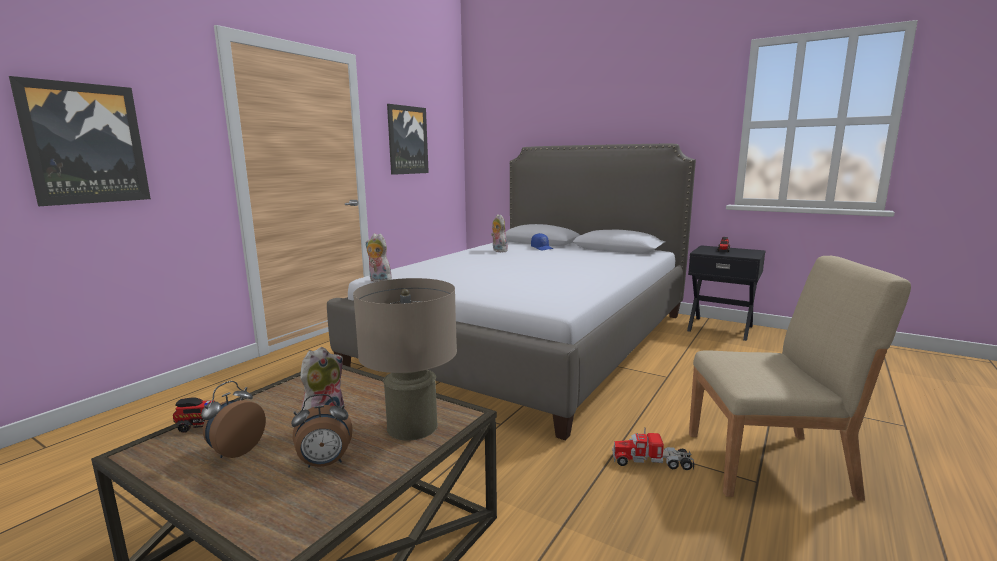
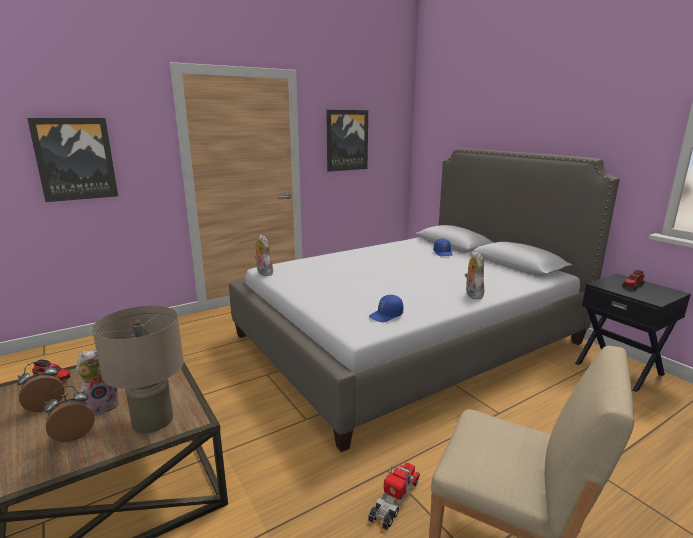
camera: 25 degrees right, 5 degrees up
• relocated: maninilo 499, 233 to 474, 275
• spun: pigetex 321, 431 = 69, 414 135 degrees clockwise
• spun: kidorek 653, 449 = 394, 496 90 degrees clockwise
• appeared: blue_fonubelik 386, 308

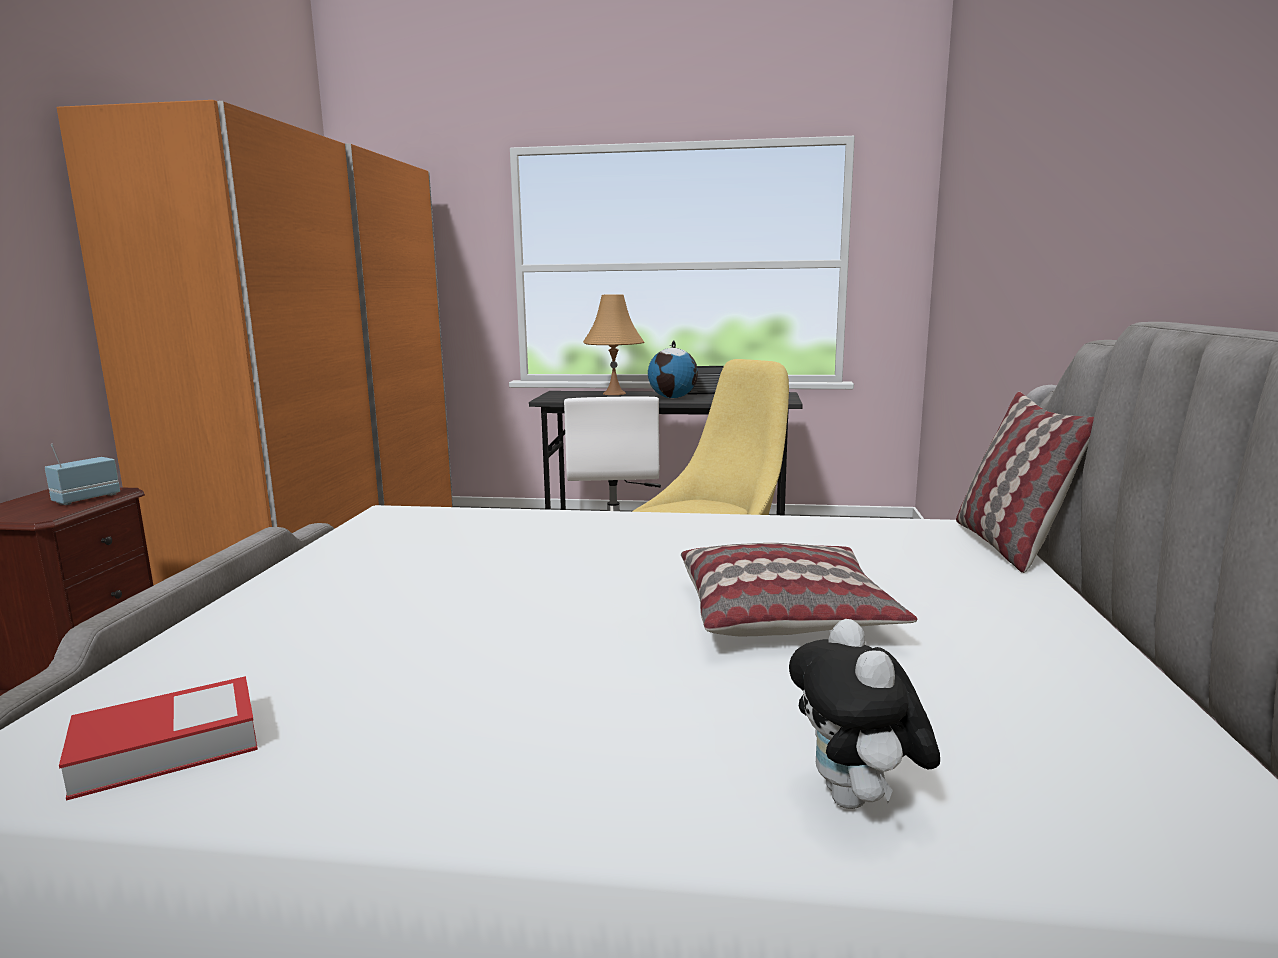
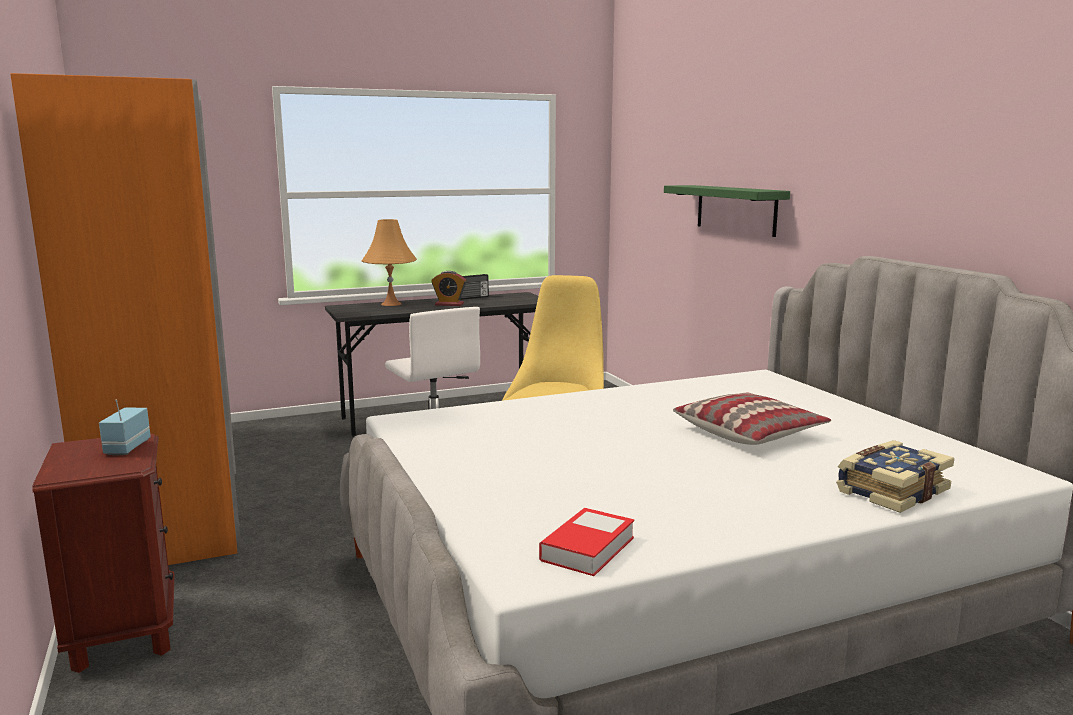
camera: 30 degrees left, 0 degrees up
• exchanged: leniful 673, 369 to pigetex 448, 288
• missing: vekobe 1025, 482
• exchanged: maninilo 864, 714 to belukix 895, 476
• appeared: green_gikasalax 727, 211

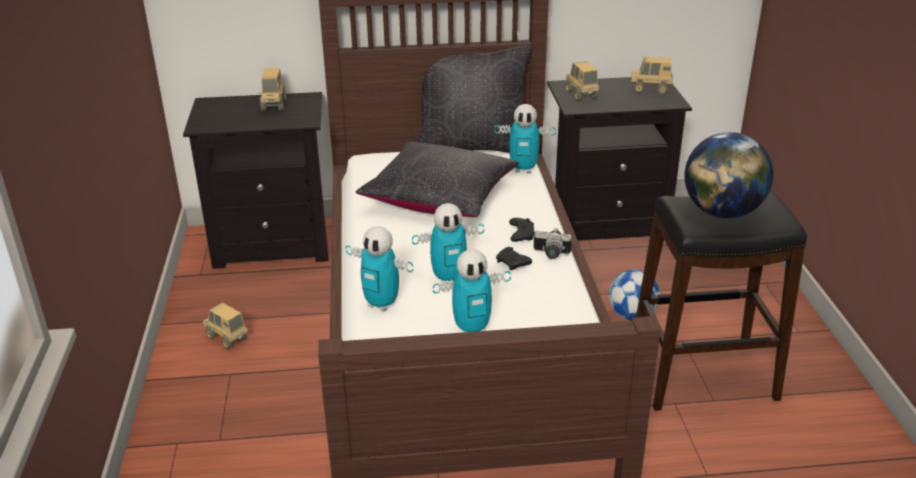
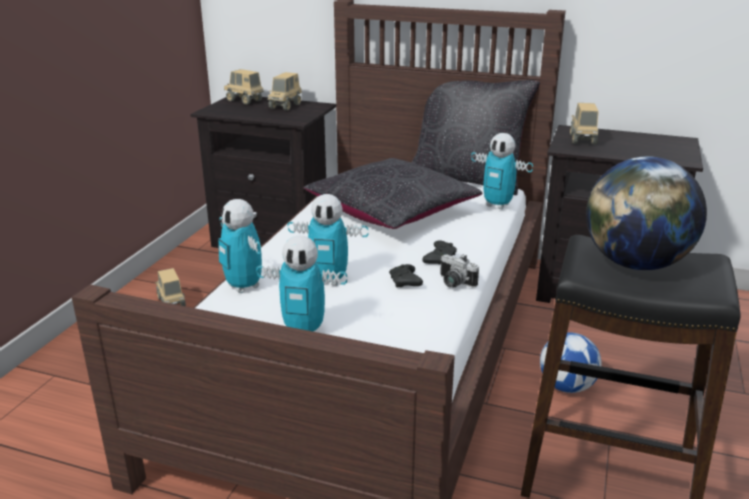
camera: 25 degrees right, 5 degrees down
• relocated: kidorek 652, 75 to 244, 87

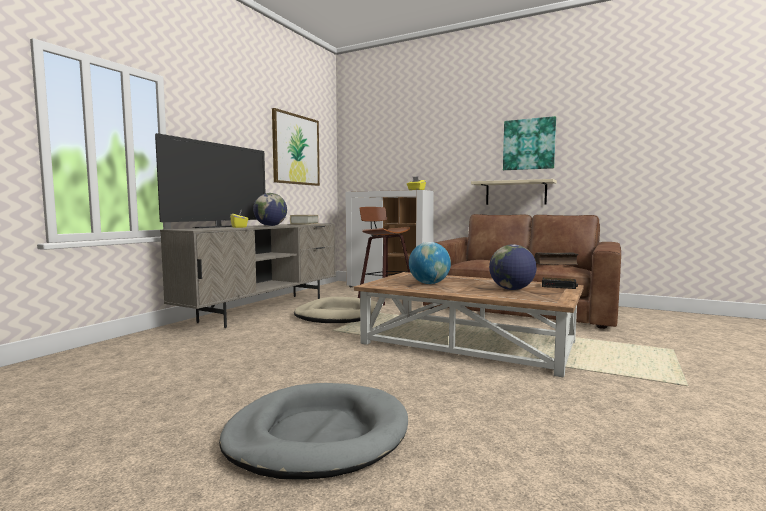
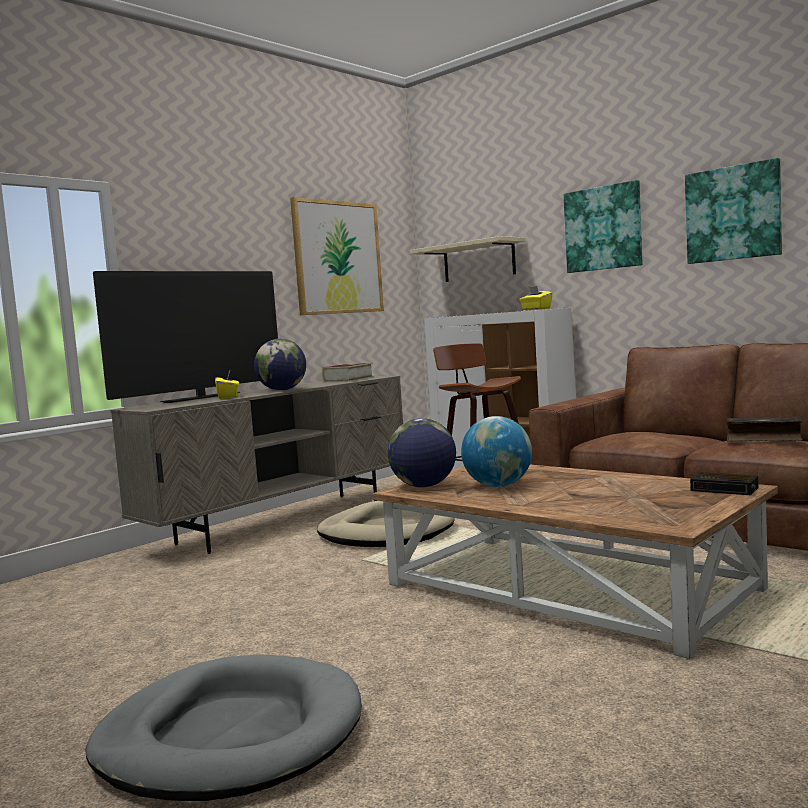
camera: 15 degrees right, 0 degrees up
• relocated: beige_gikasalax 514, 192 to 467, 259
• relocated: leniful 513, 267 to 422, 452
• appeared: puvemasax 603, 226

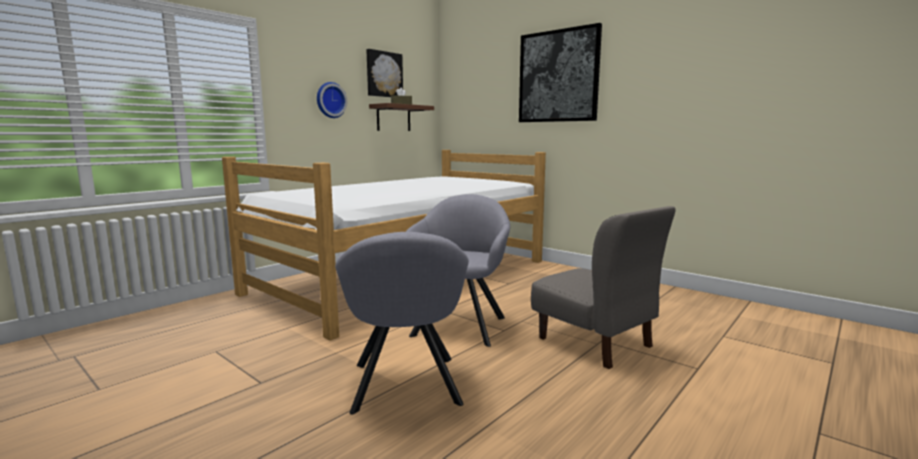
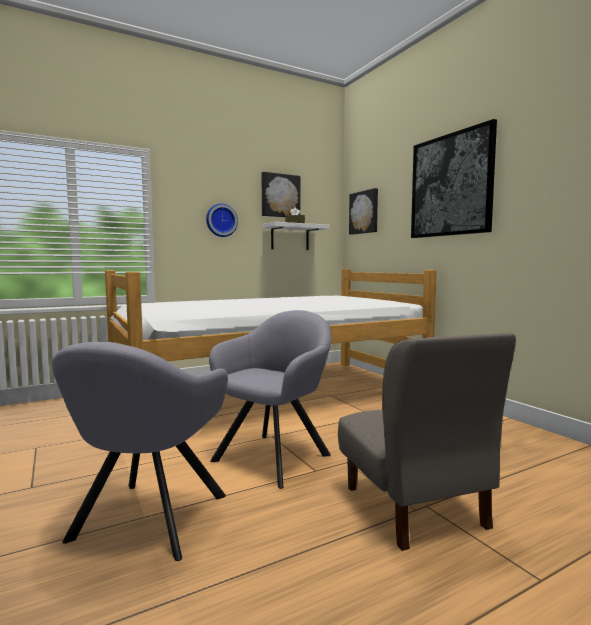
camera: 20 degrees right, 5 degrees down
• colour: brown_gikasalax 401, 117 to white_gikasalax 296, 236
• appeared: puvemasax 363, 211

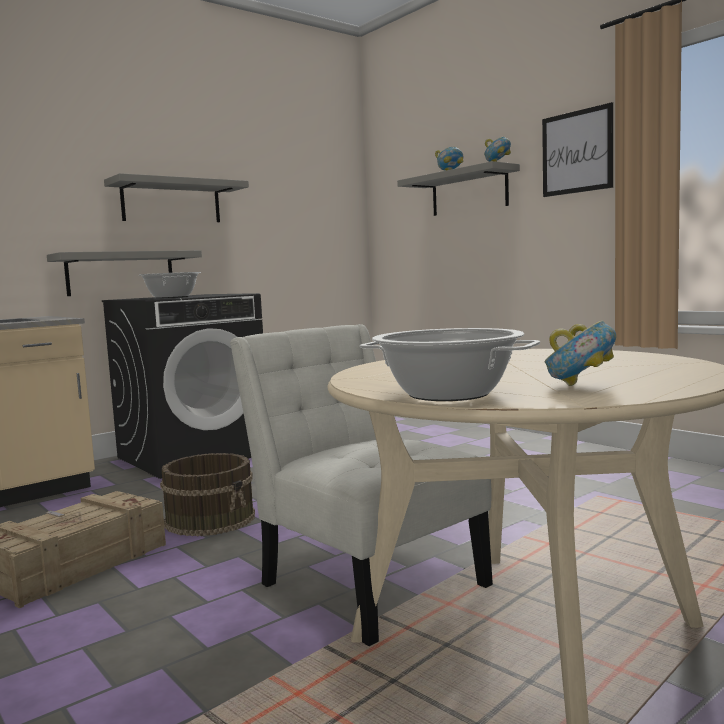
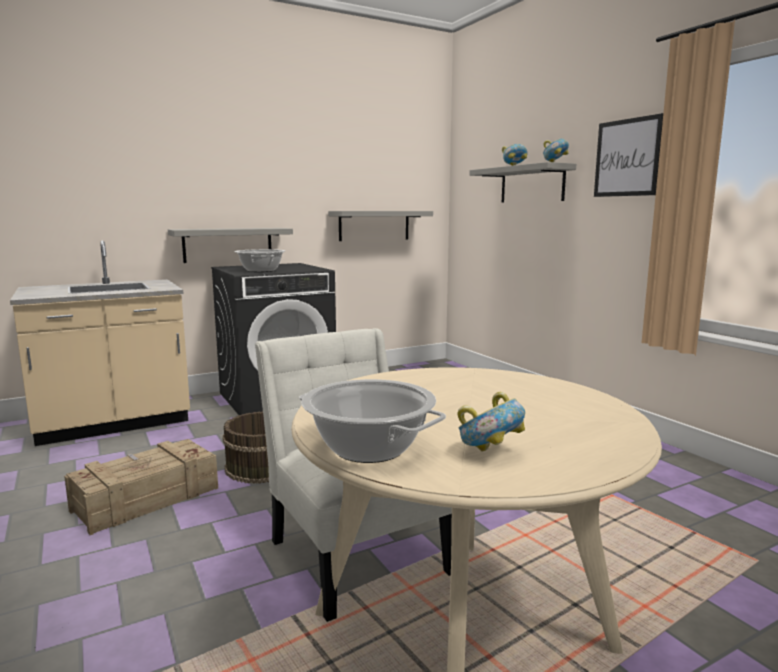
camera: 10 degrees right, 5 degrees up
• relocated: grey_gikasalax 176, 197 to 380, 226

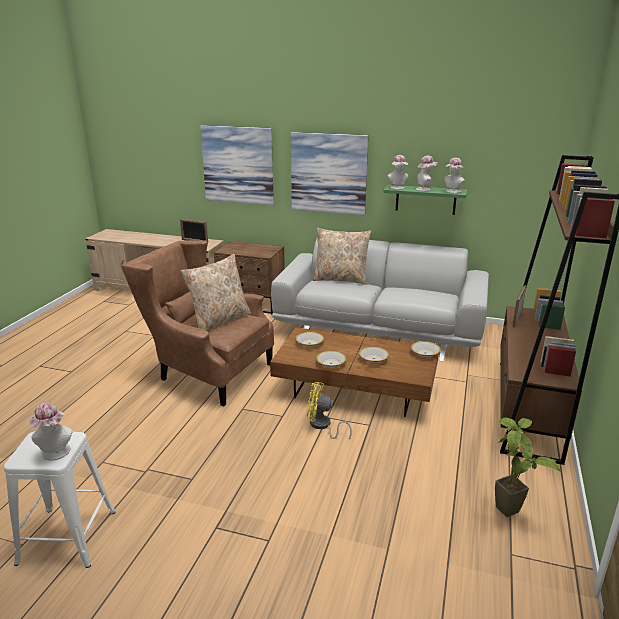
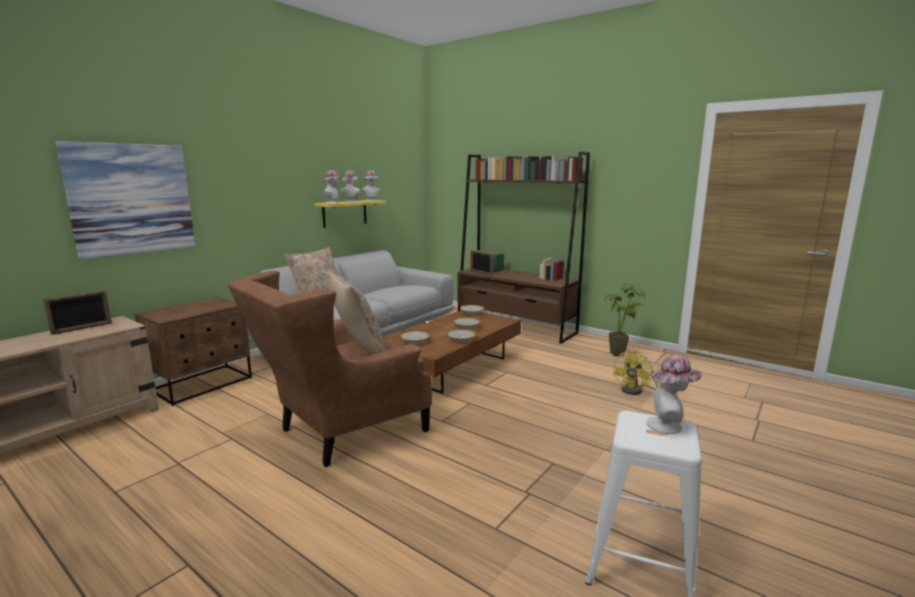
camera: 70 degrees left, 10 degrees down
• missing: puvemasax 329, 173
• colour: green_gikasalax 425, 200 to yellow_gikasalax 350, 214
• relocated: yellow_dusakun 329, 411 to 636, 373

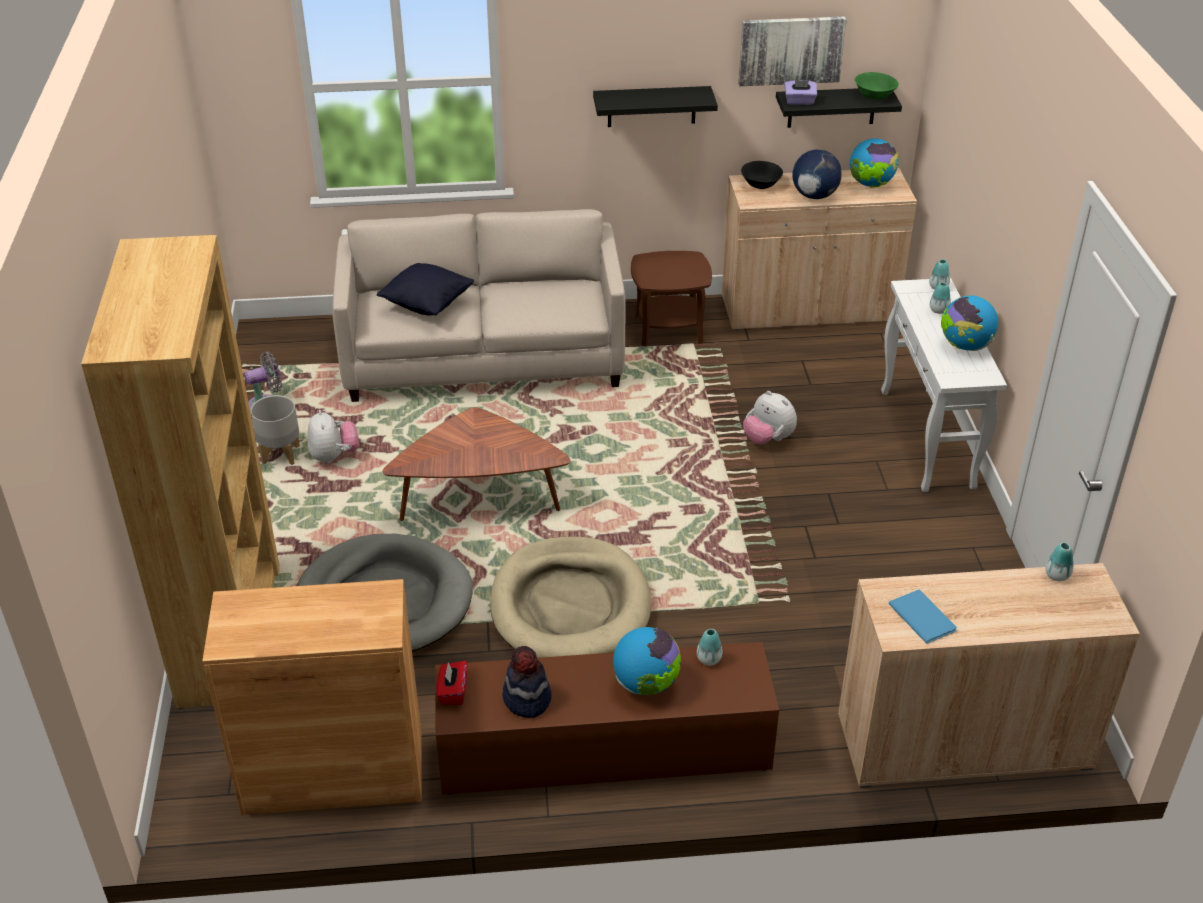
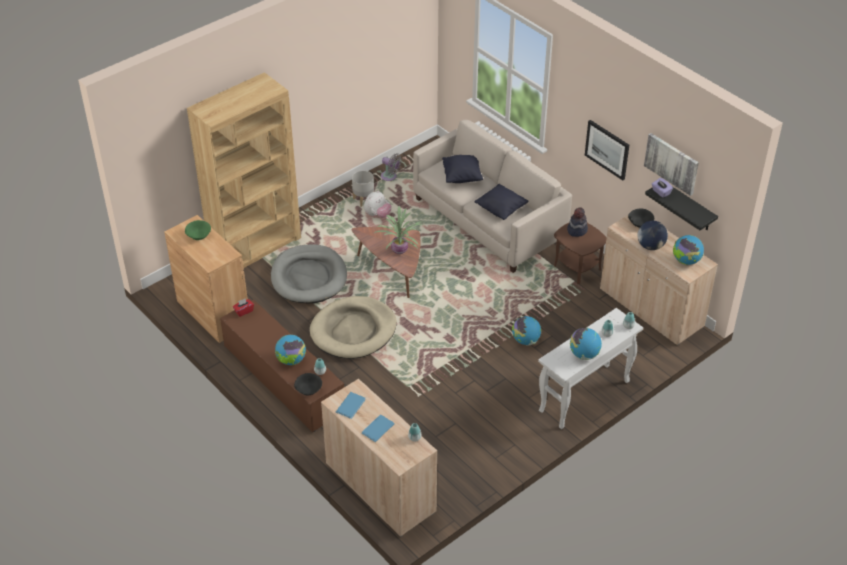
camera: 55 degrees right, 5 degrees up
• relocated: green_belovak 877, 86 to 198, 230
• exchanged: black_gikasalax 655, 106 to puvemasax 607, 150
• exchanged: maninilo 770, 417 to leniful 526, 331
• relocated: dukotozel 527, 682 to 577, 222
• appeared: black_vekobe 501, 202
• appeared: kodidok 398, 230
• appeared: black_belovak 308, 384
• appeared: blue_belukix 378, 428

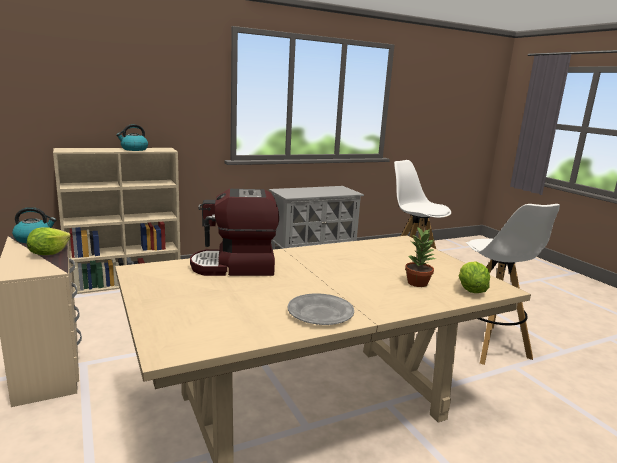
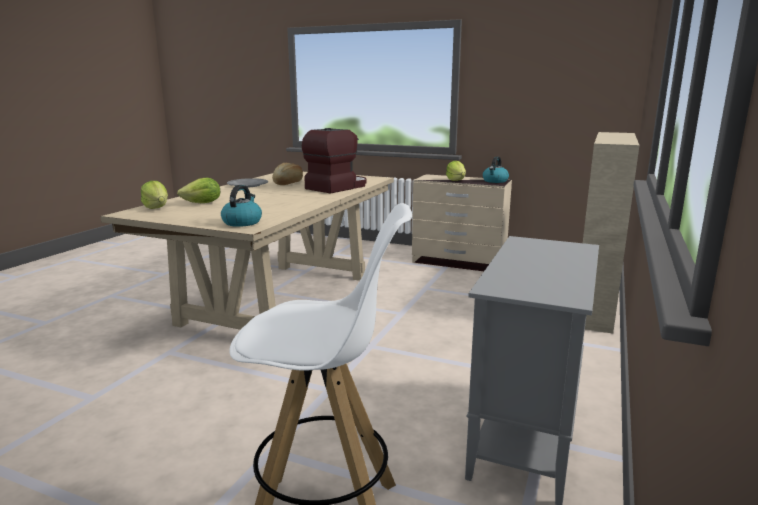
camera: 140 degrees right, 0 degrees up
• relocated: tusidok 132, 137 to 241, 206
• missing: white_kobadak 512, 284
• exchanged: kodidok 420, 257 to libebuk 198, 190
• appeared: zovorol 287, 174

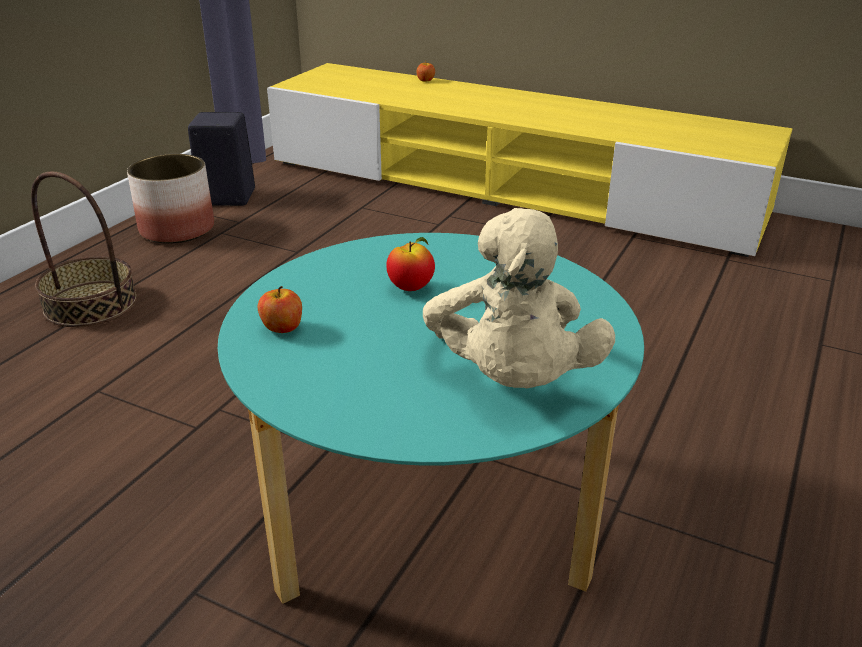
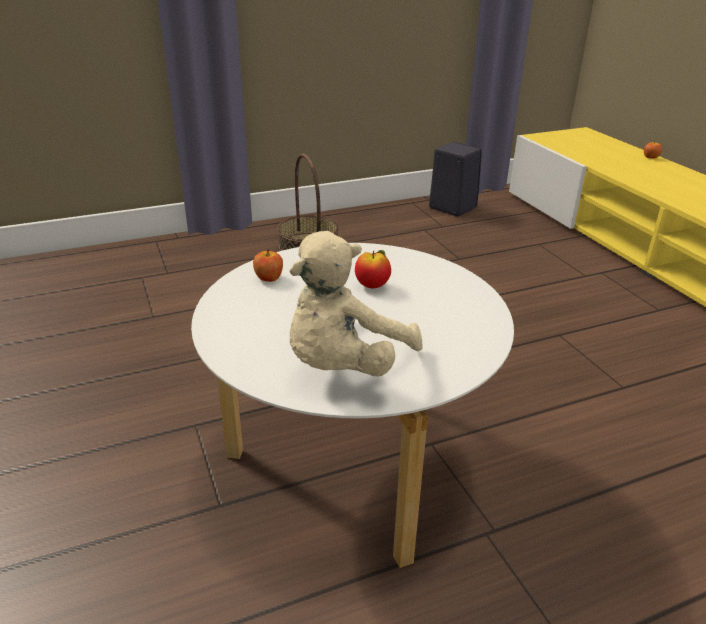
camera: 40 degrees right, 0 degrees up
• missing: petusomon 170, 199
• colour: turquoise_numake 431, 418 to white_numake 352, 405

